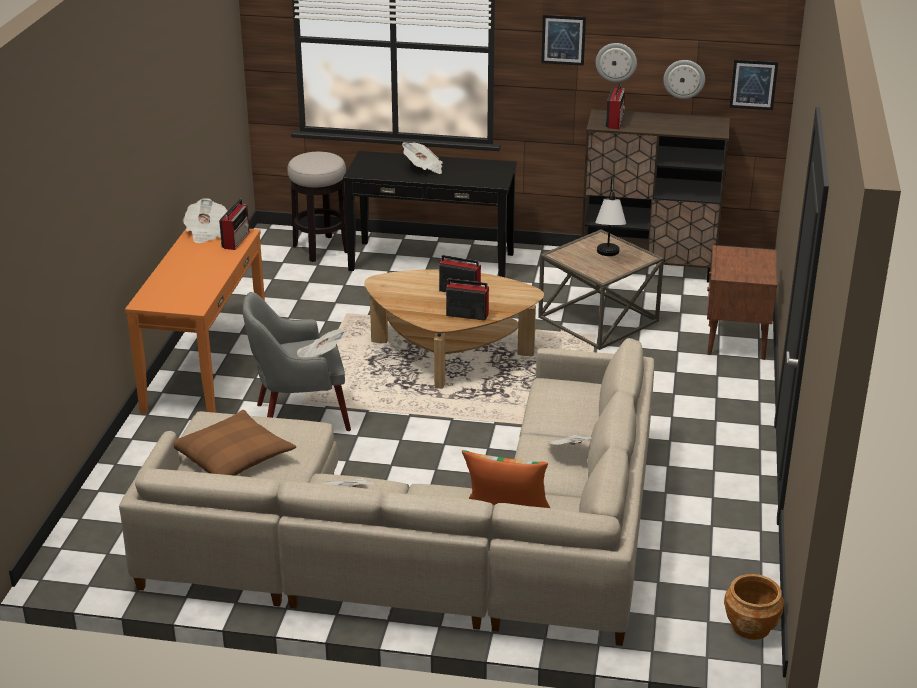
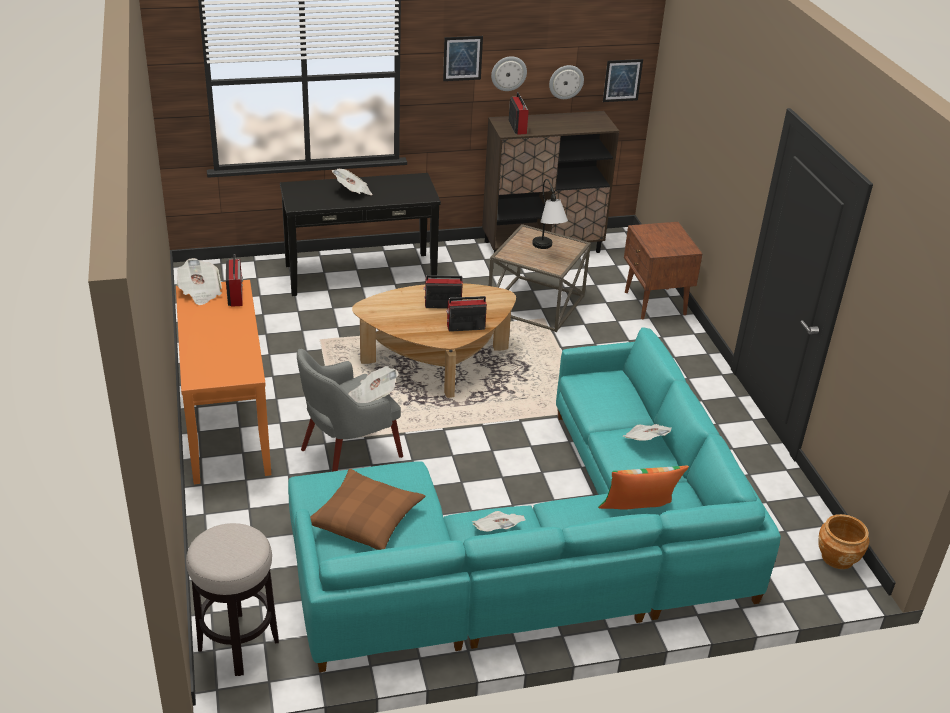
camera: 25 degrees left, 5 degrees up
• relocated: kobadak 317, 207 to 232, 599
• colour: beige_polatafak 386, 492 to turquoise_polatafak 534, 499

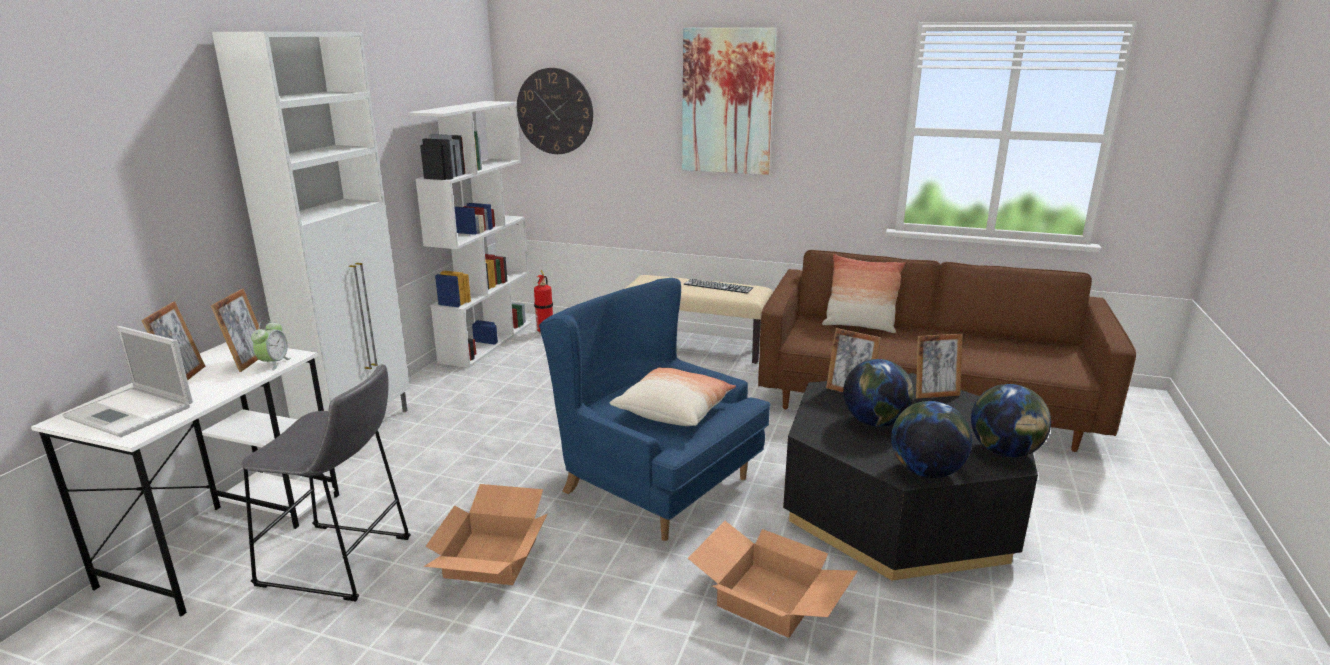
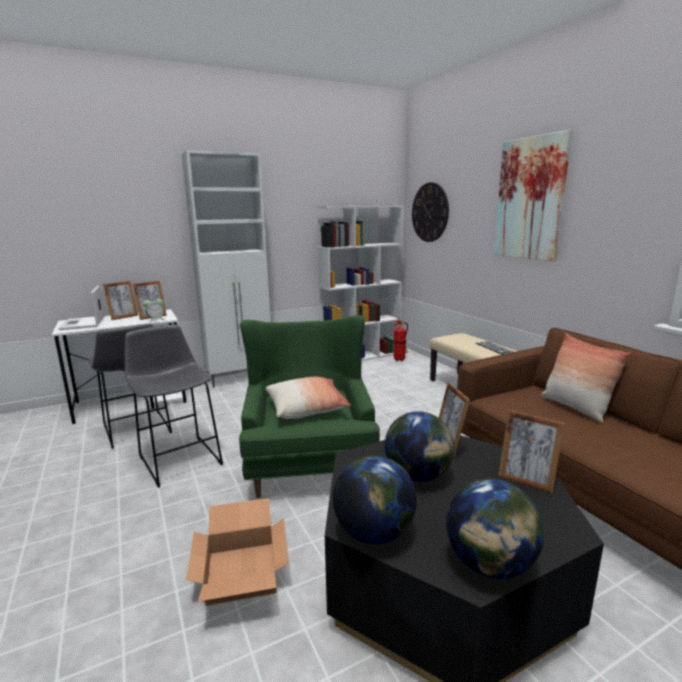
camera: 45 degrees right, 5 degrees down
• colour: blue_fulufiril 654, 409 to green_fulufiril 309, 406
• exchanged: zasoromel 485, 534 to grey_kobadak 174, 406

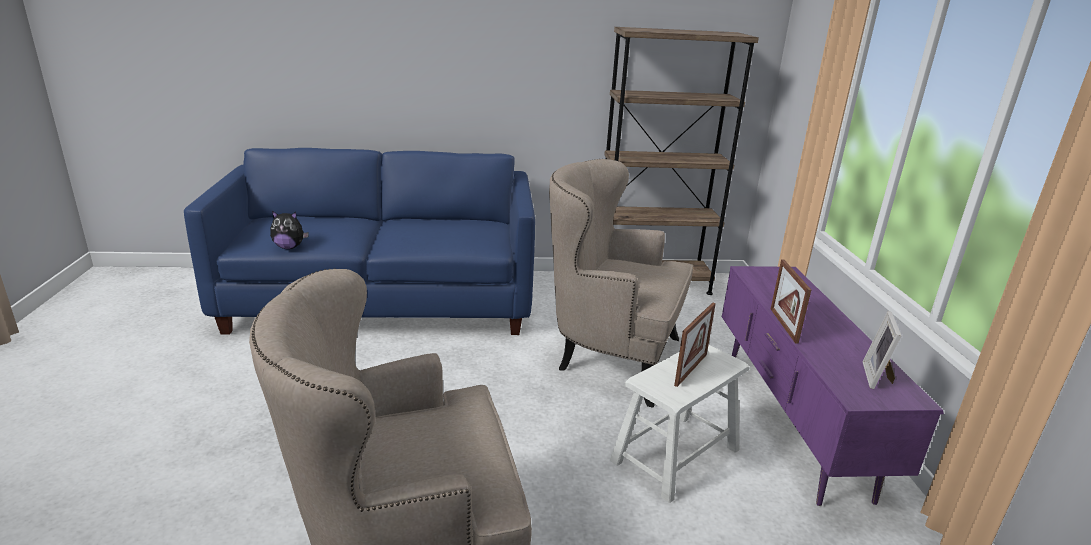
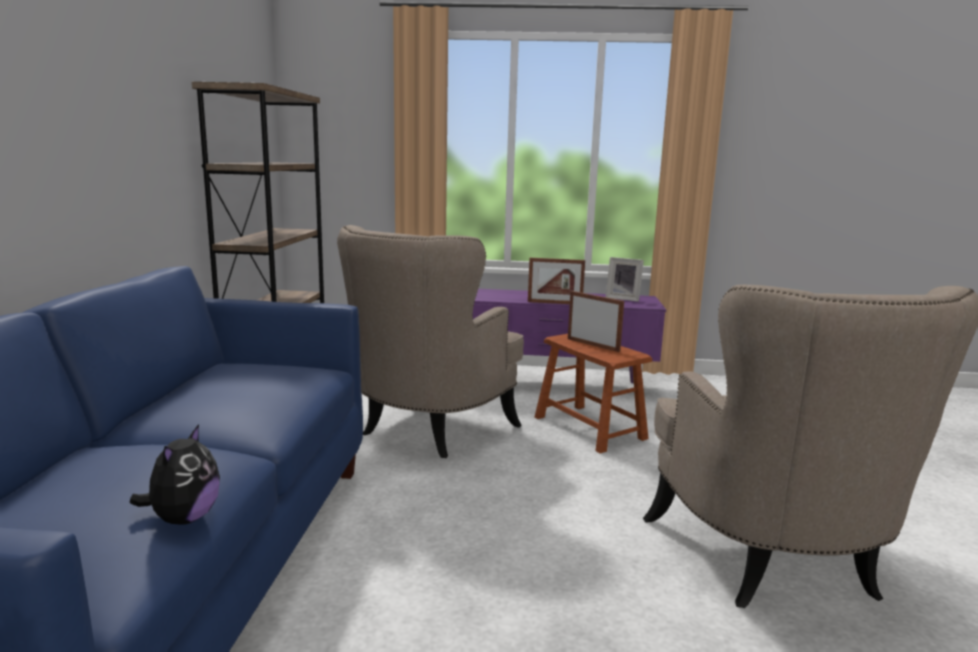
camera: 80 degrees left, 10 degrees down
• colour: white_kobadak 680, 424 to brown_kobadak 593, 393

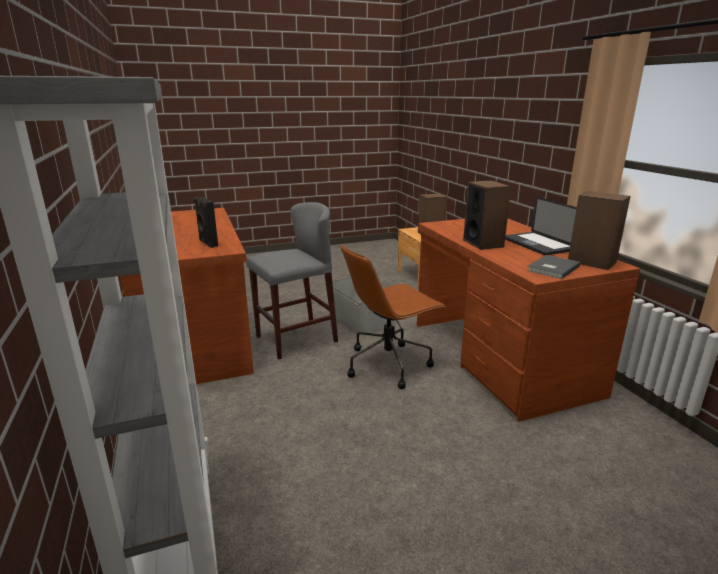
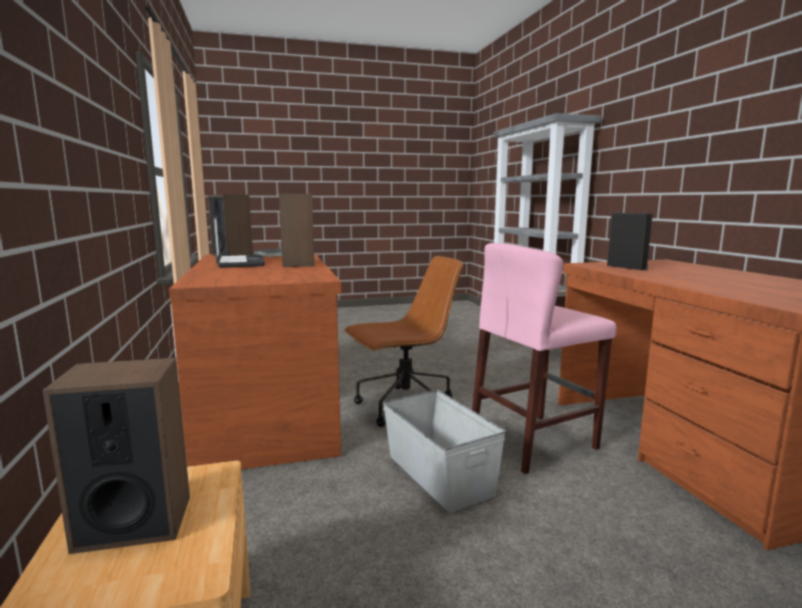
camera: 175 degrees left, 10 degrees down
• colour: grey_kobadak 292, 280 to pink_kobadak 544, 358

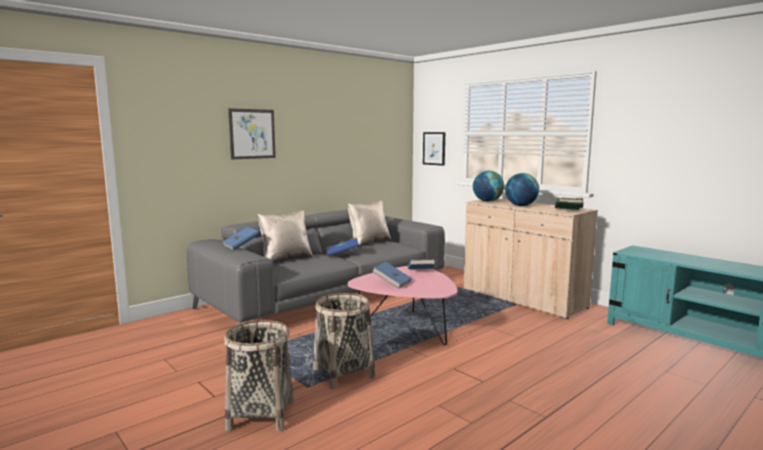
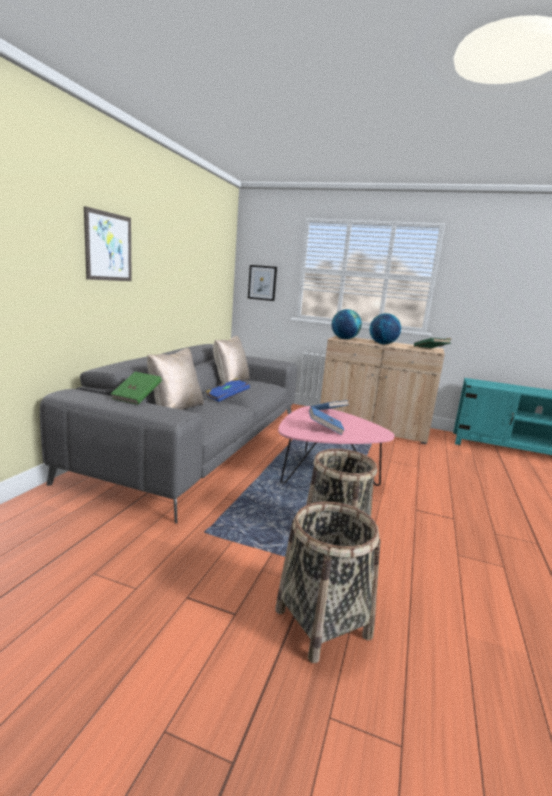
camera: 30 degrees left, 5 degrees up
• colour: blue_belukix 240, 238 to green_belukix 136, 388

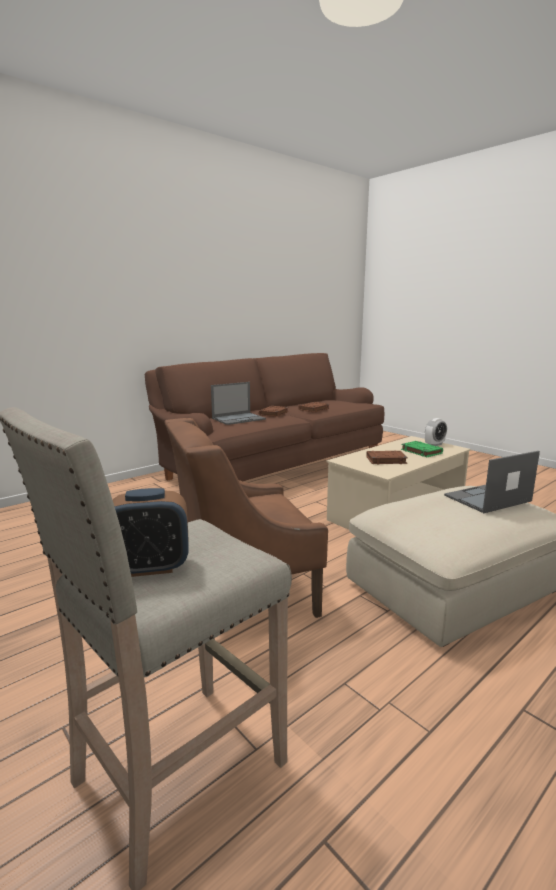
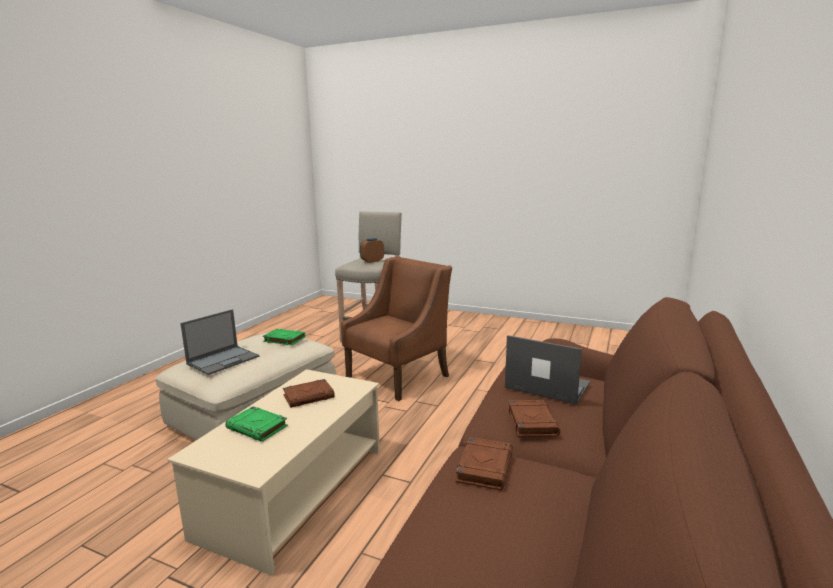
camera: 155 degrees right, 0 degrees up
• spun: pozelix 238, 403 = 547, 370 90 degrees clockwise
• missing: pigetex 436, 432
• appeared: green_belukix 284, 337

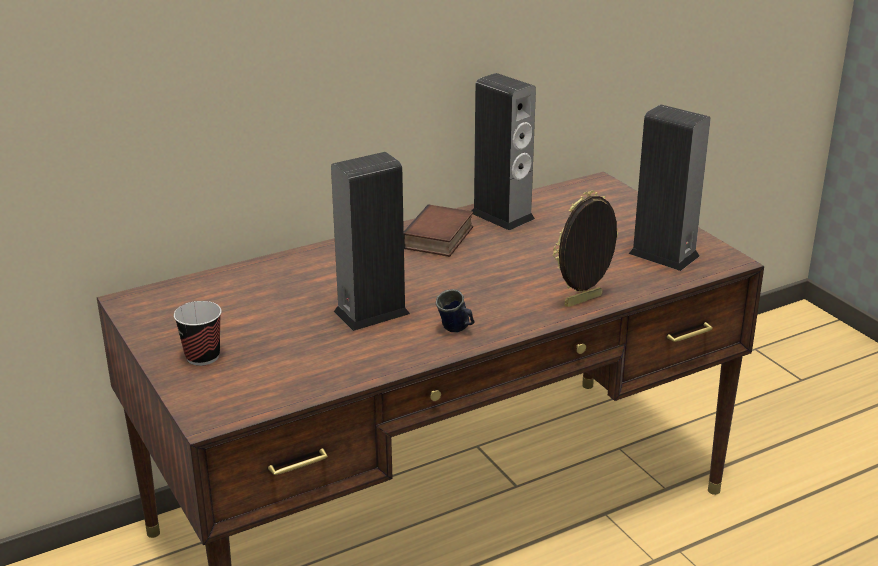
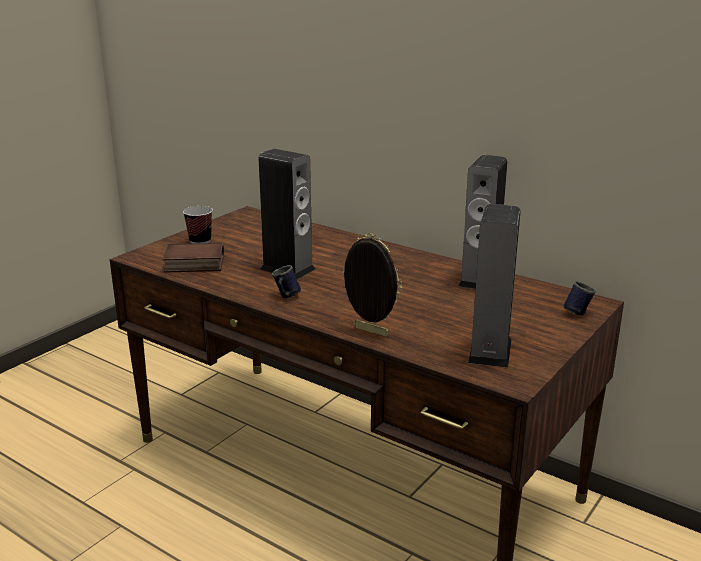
camera: 65 degrees right, 5 degrees down
• relocated: belukix 438, 230 to 193, 258
• appeared: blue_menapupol 579, 298

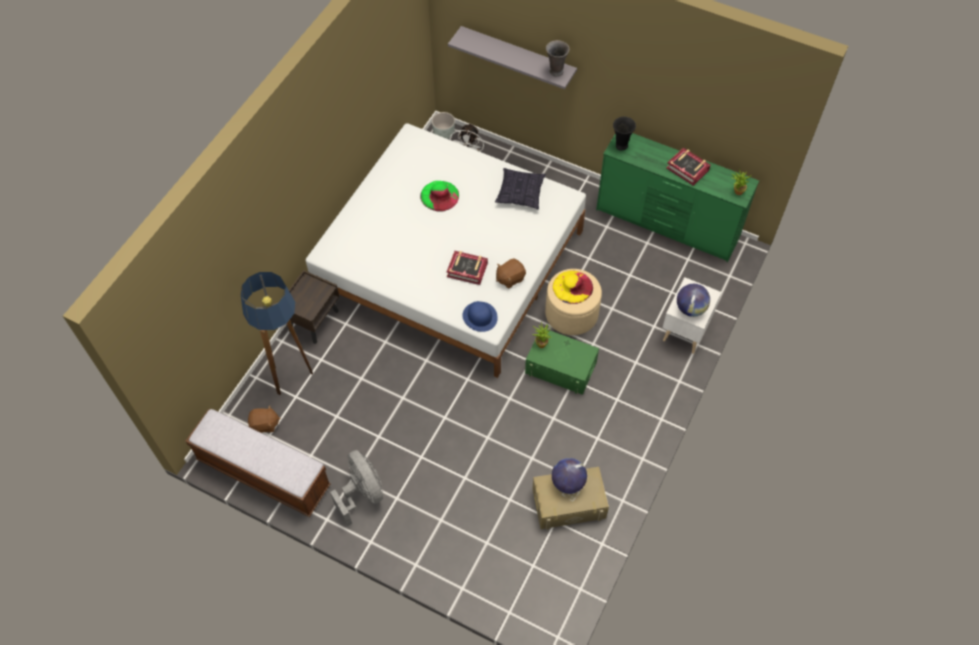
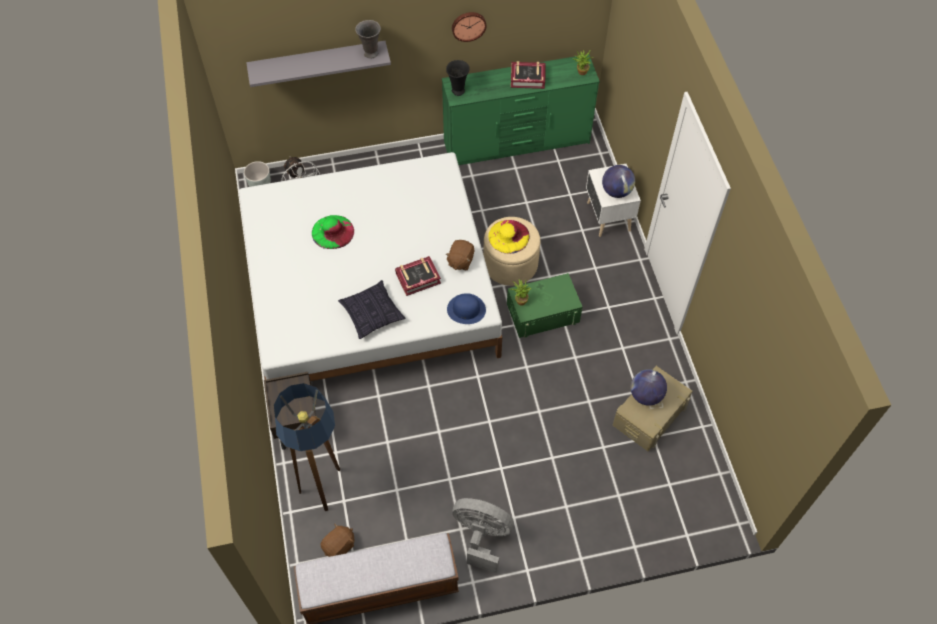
camera: 40 degrees left, 0 degrees up
• relocated: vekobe 520, 188 to 372, 309
• appeared: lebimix 469, 27

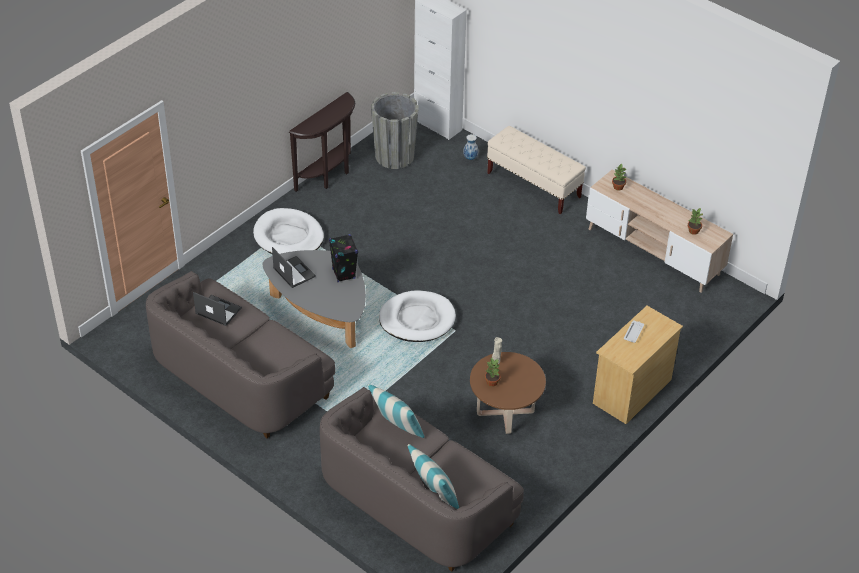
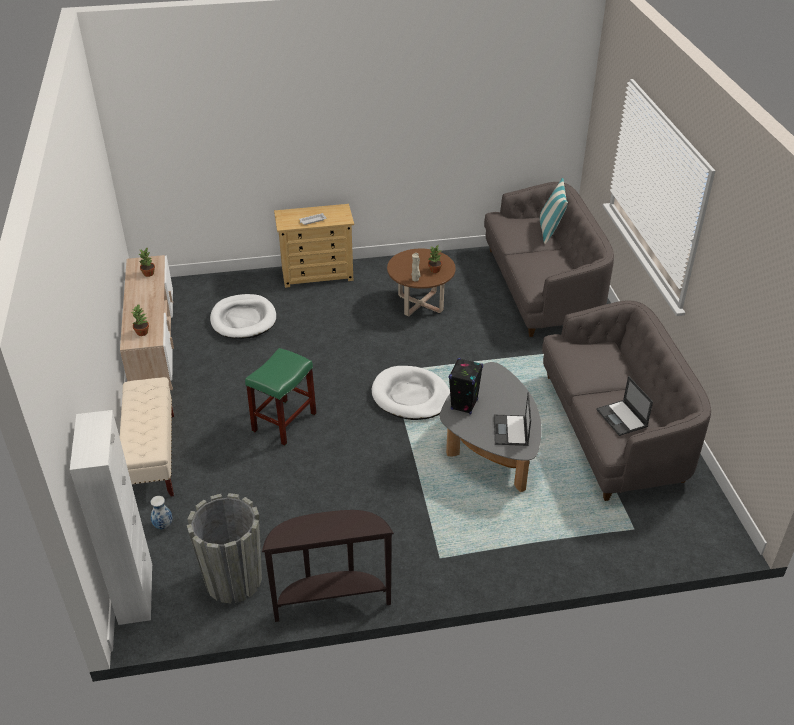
camera: 140 degrees left, 5 degrees down
• relocated: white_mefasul 288, 231 to 243, 316
• missing: vekobe 396, 411
• appeared: green_kobadak 280, 397

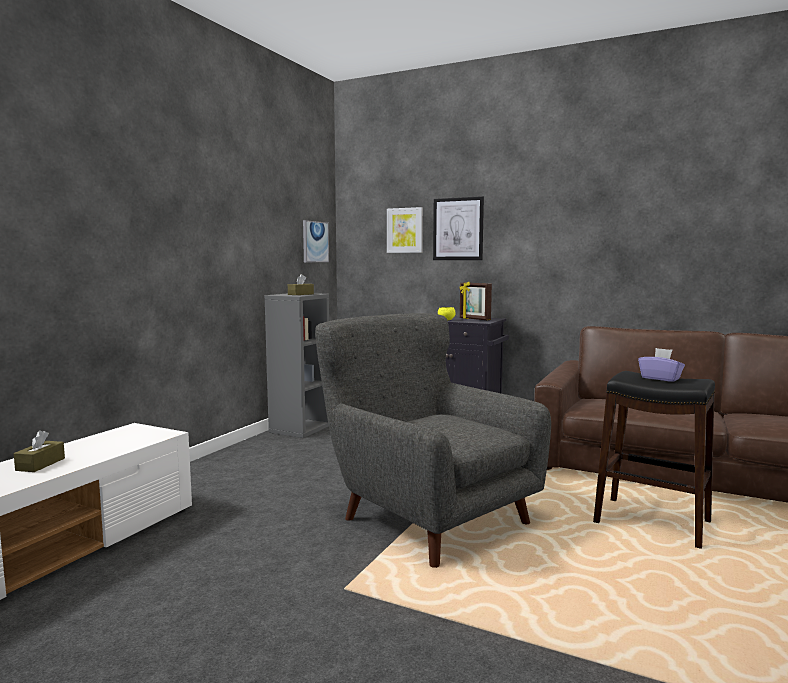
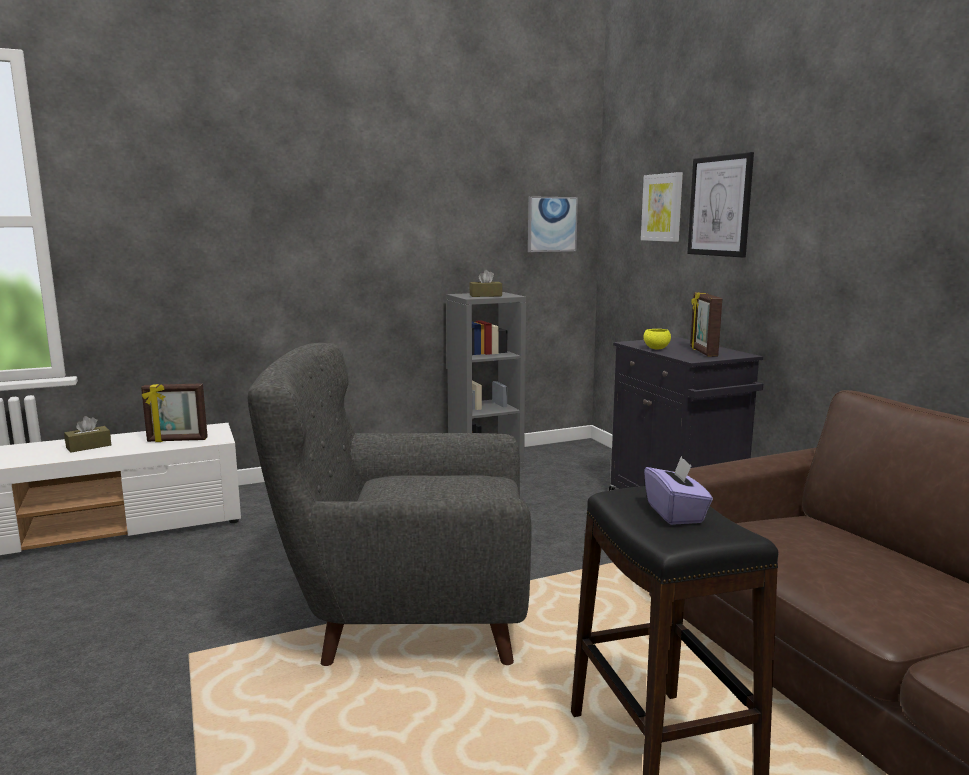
camera: 40 degrees right, 5 degrees up
• spun: grey_fulufiril 433, 440 = 389, 504 90 degrees counterclockwise
• appeared: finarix 174, 412

